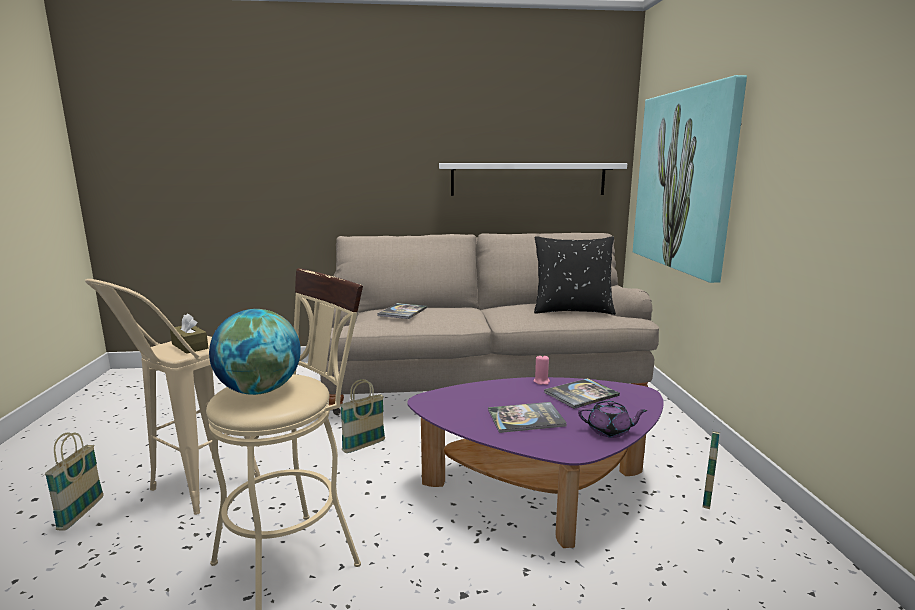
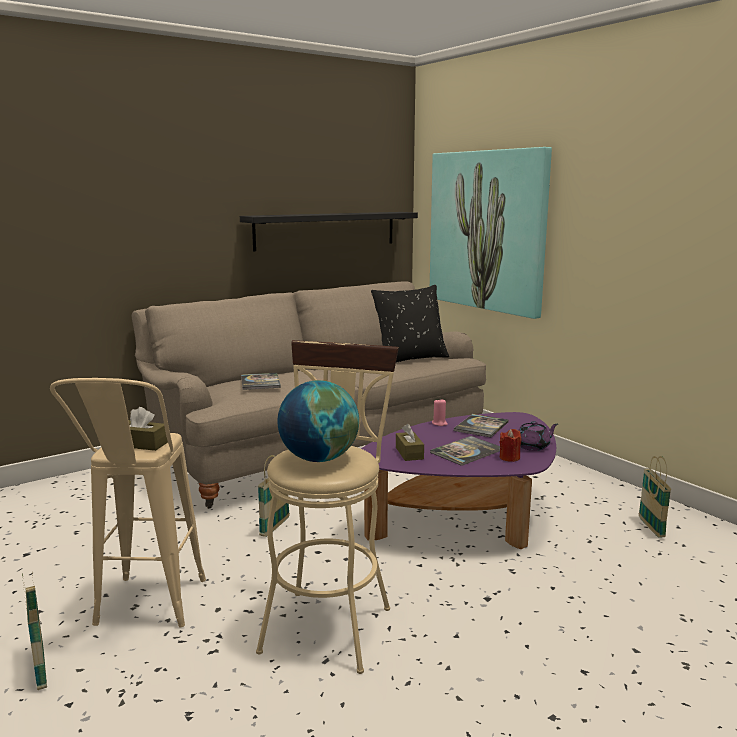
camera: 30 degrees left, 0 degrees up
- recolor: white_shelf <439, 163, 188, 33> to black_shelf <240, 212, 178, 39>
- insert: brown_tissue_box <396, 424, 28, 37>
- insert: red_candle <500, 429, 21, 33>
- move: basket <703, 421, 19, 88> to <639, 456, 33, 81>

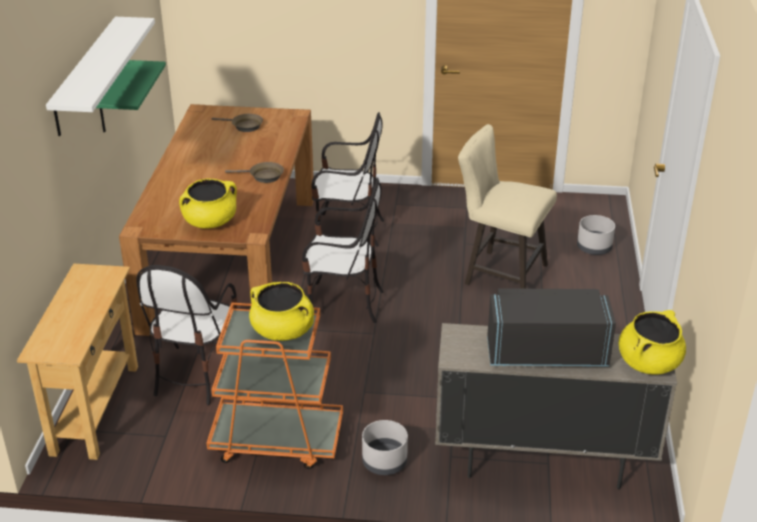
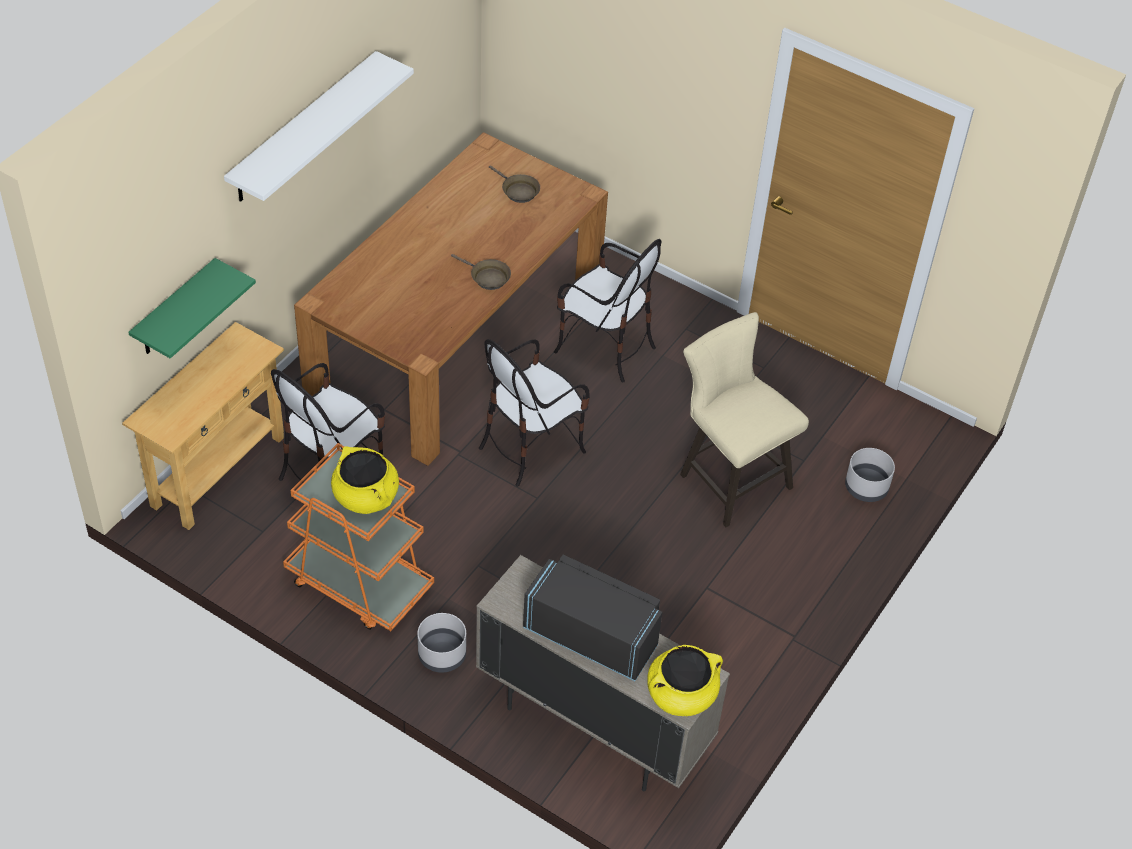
camera: 25 degrees right, 15 degrees up
- move: green_shelf <96, 60, 70, 73> to <128, 258, 128, 100>
- rotate: chair <302, 178, 82, 145> = <479, 339, 111, 148> 105 degrees clockwise
- delete: yellow_cooking_pot <179, 179, 58, 50>

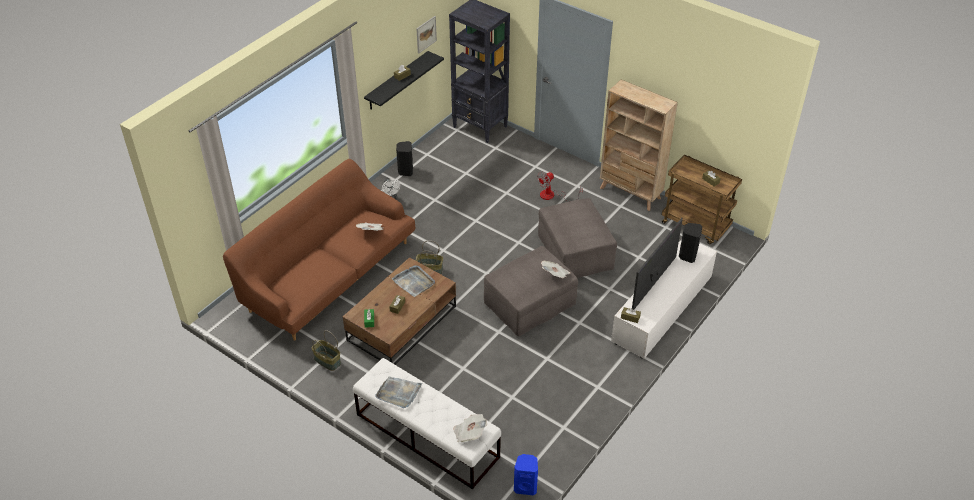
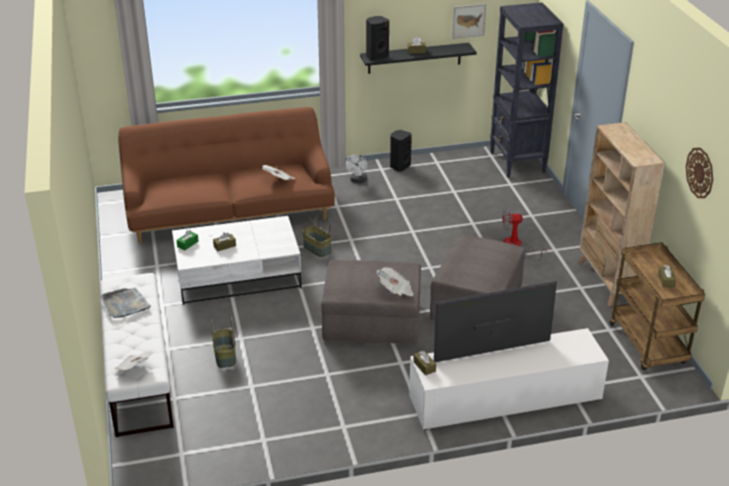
camera: 40 degrees right, 10 degrees down
- recolor: brown_coffee_table <343, 257, 113, 108> to white_coffee_table <172, 216, 130, 89>
- move: basket <311, 330, 30, 41> to <211, 317, 25, 51>
- move: black_speaker <679, 223, 23, 40> to <366, 16, 23, 44>
- insert: wall_clock <686, 148, 27, 50>
- delete: grey_tray <392, 265, 43, 32>
- delete: blue_speaker <514, 454, 24, 42>

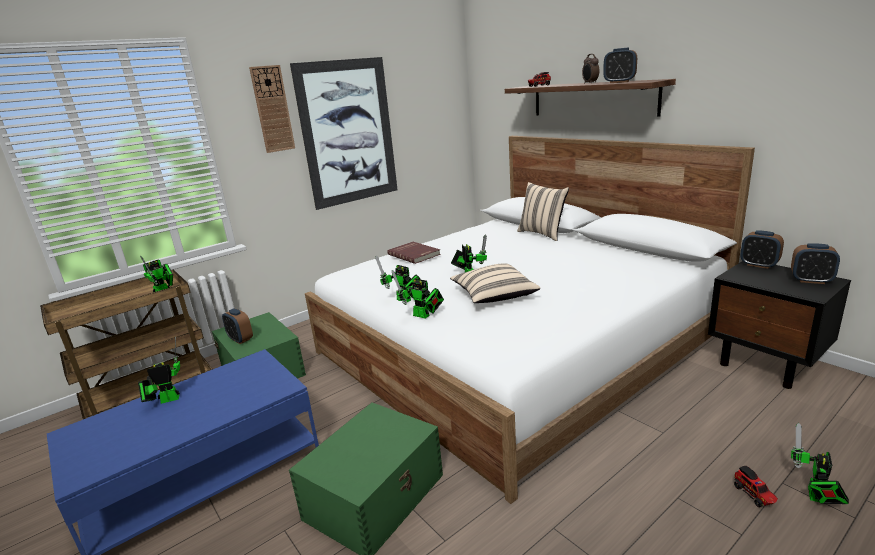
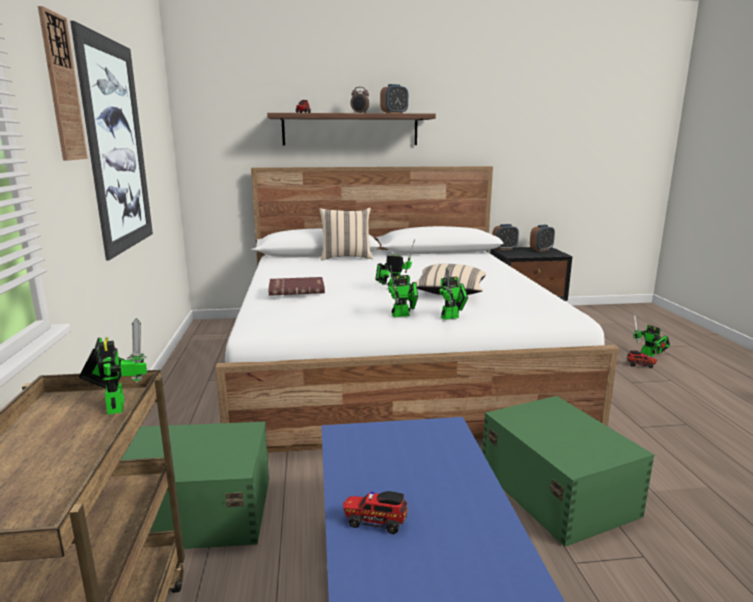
camera: 60 degrees left, 5 degrees down
- replace: toy_robot <138, 337, 42, 67> to toy_truck <343, 491, 65, 43>
- delete: alarm_clock <222, 308, 31, 36>

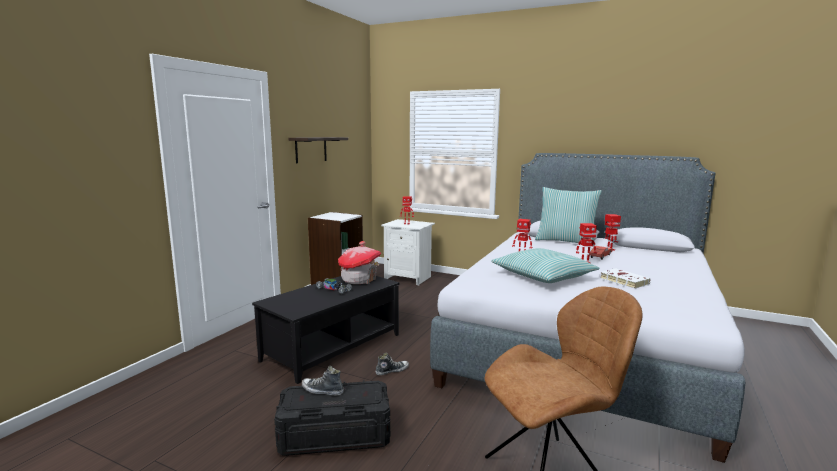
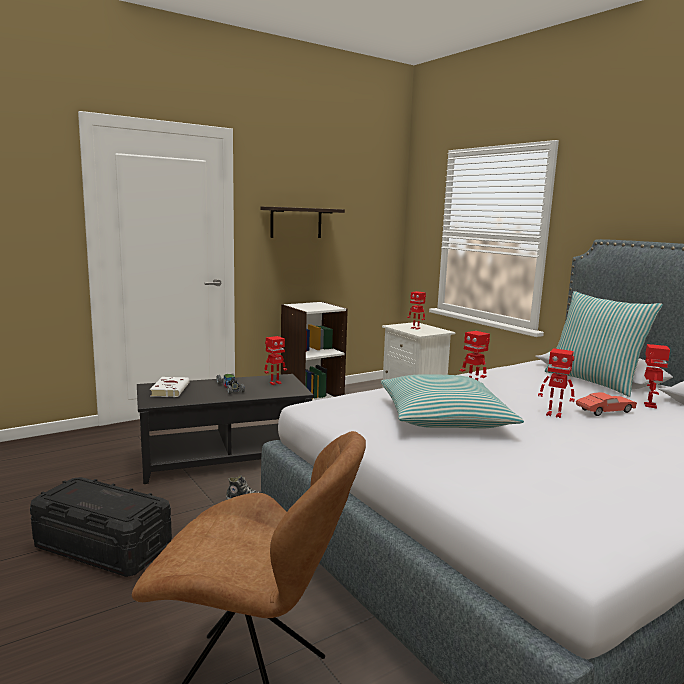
camera: 30 degrees right, 0 degrees up
- move: white_book <600, 268, 51, 21> to <150, 377, 40, 20>
- replace: toy_house <338, 241, 43, 43> to toy_robot <264, 336, 23, 49>
- delete: shoe <302, 366, 42, 30>

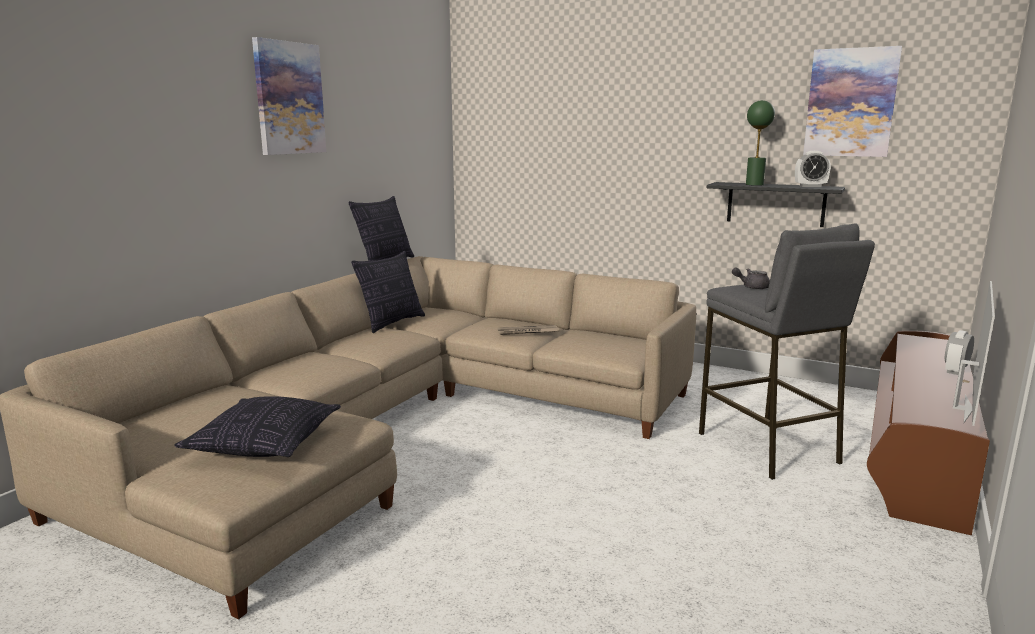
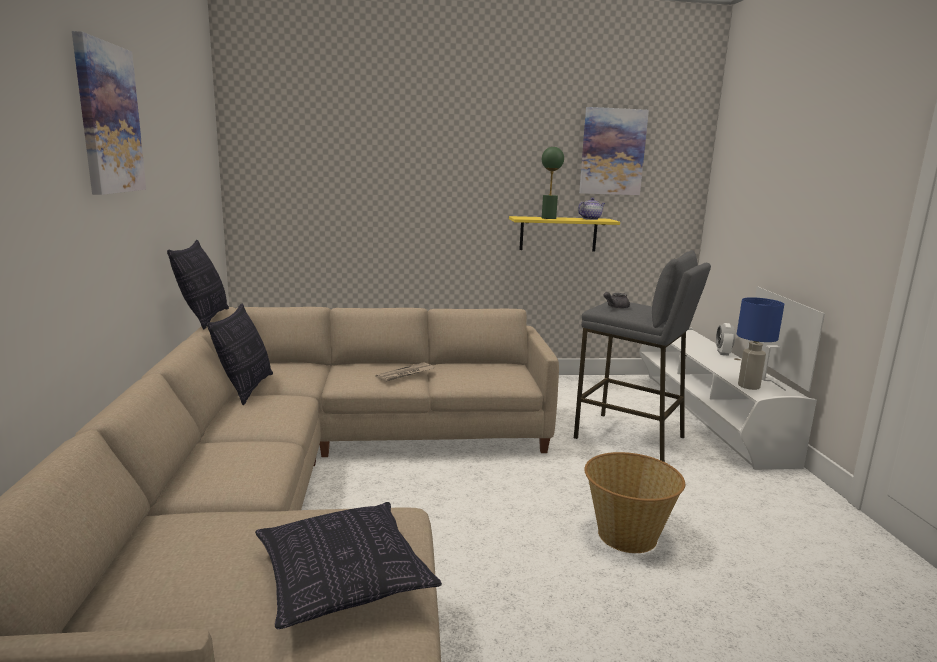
camera: 35 degrees left, 0 degrees up
- recolor: black_shelf <707, 182, 138, 45> to yellow_shelf <509, 216, 111, 36>
- replace: alarm_clock <795, 151, 36, 36> to teapot <578, 198, 27, 22>
- insert: basket <584, 452, 101, 101>
- recolor: brown_tv_stand <867, 331, 123, 204> to white_tv_stand <639, 327, 178, 143>
- insert: blue_table_lamp <737, 297, 47, 93>

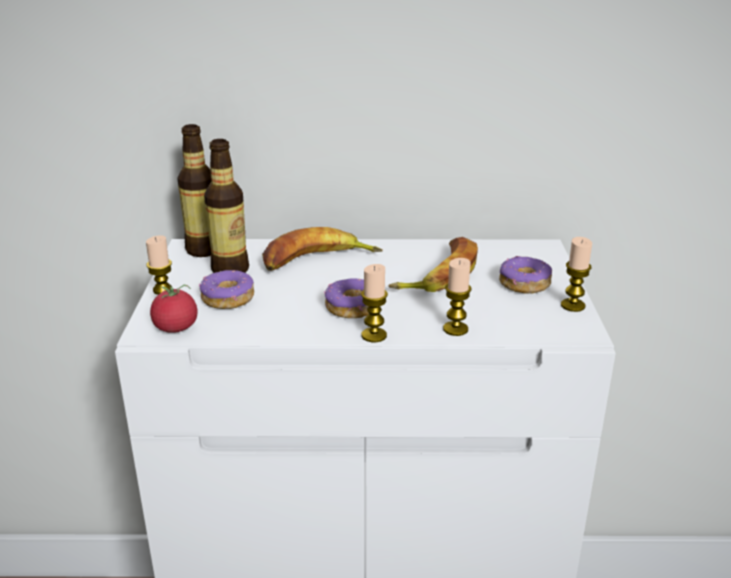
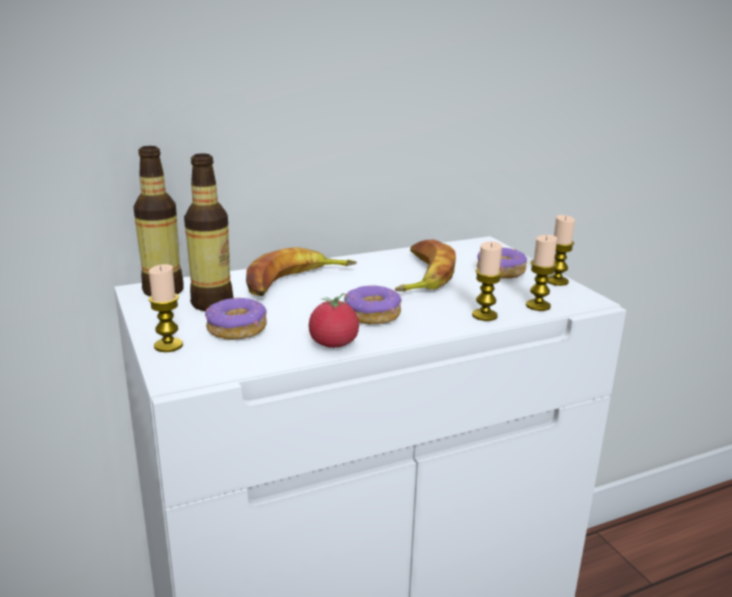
camera: 25 degrees left, 5 degrees down
- move: tomato <150, 285, 47, 48> to <309, 293, 50, 55>
- move: candle <361, 264, 27, 78> to <526, 235, 31, 76>

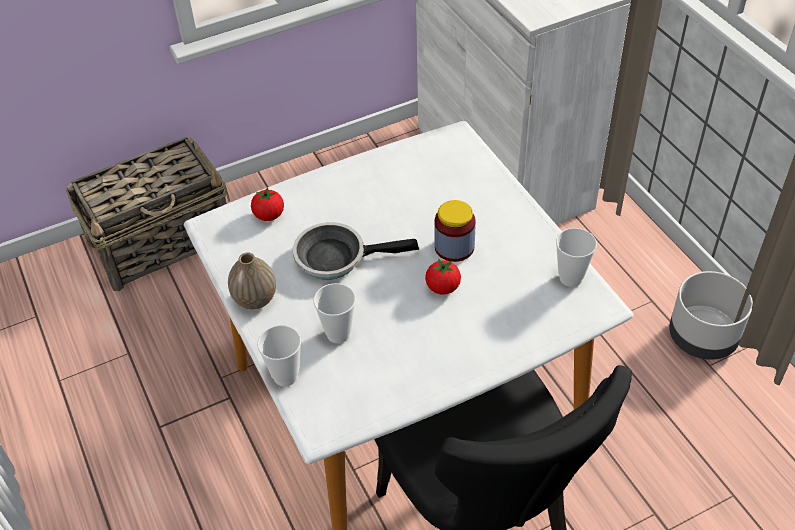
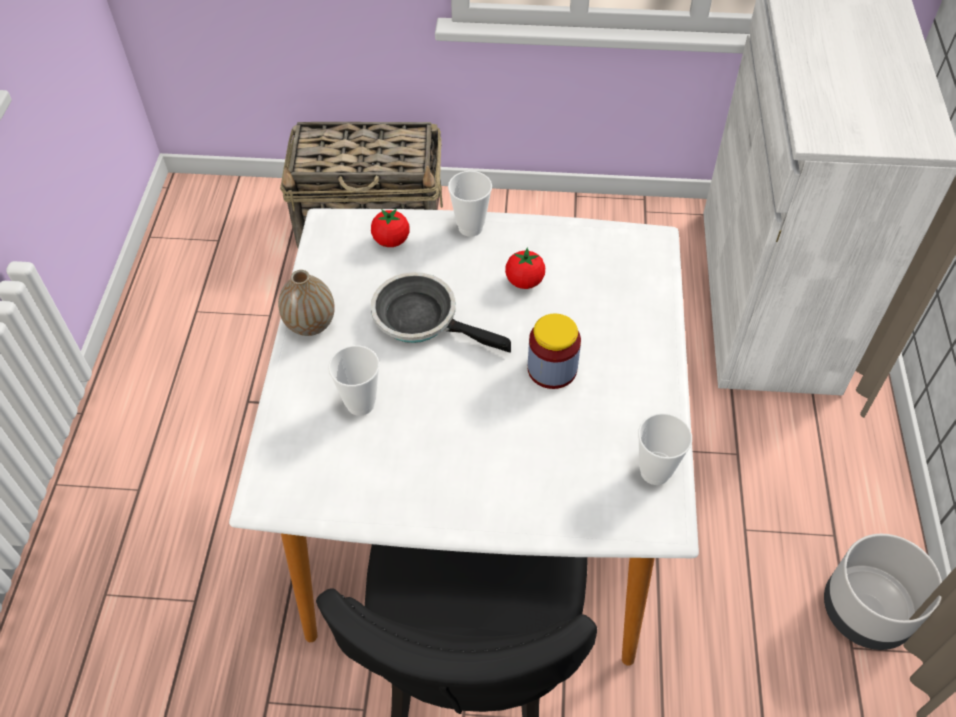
camera: 30 degrees right, 5 degrees up
- move: cup <257, 325, 44, 62> to <448, 171, 44, 66>
- move: tomato <425, 259, 36, 36> to <505, 247, 40, 42>

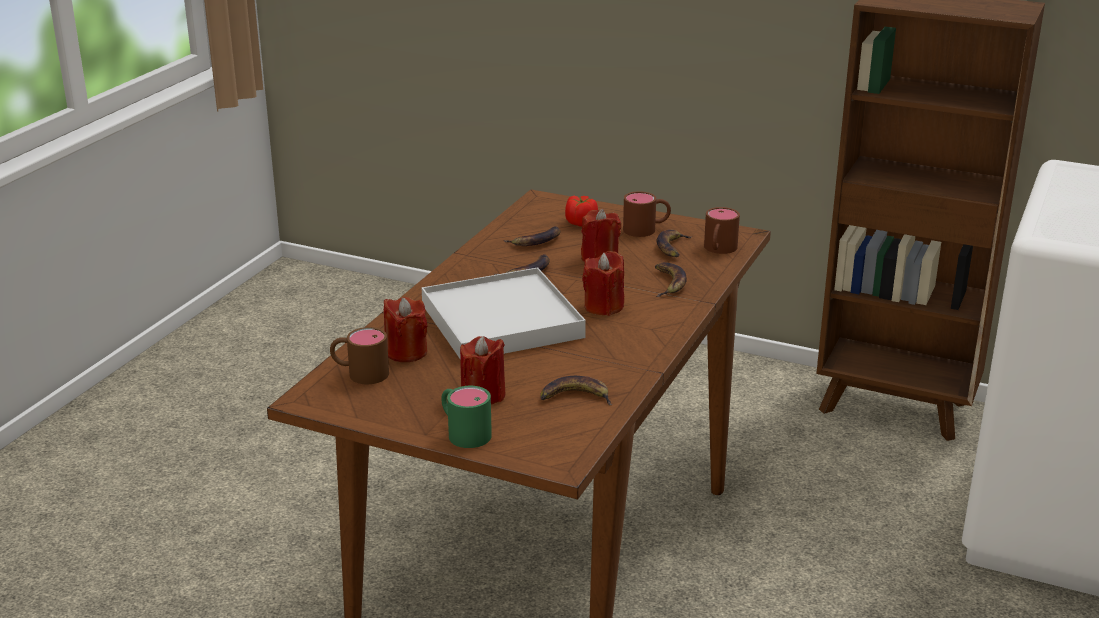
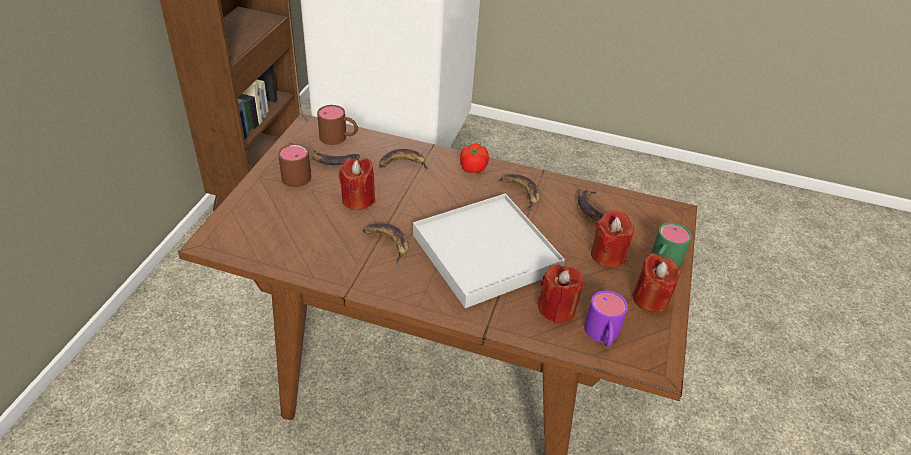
camera: 100 degrees left, 15 degrees up
- move: tomato <565, 196, 33, 31> to <460, 143, 29, 30>
- move: banana <504, 226, 56, 20> to <500, 174, 40, 37>
- recolor: brown_mug <330, 327, 59, 57> to purple_mug <584, 291, 44, 56>
- move: red_candle <582, 251, 42, 65> to <633, 253, 48, 60>

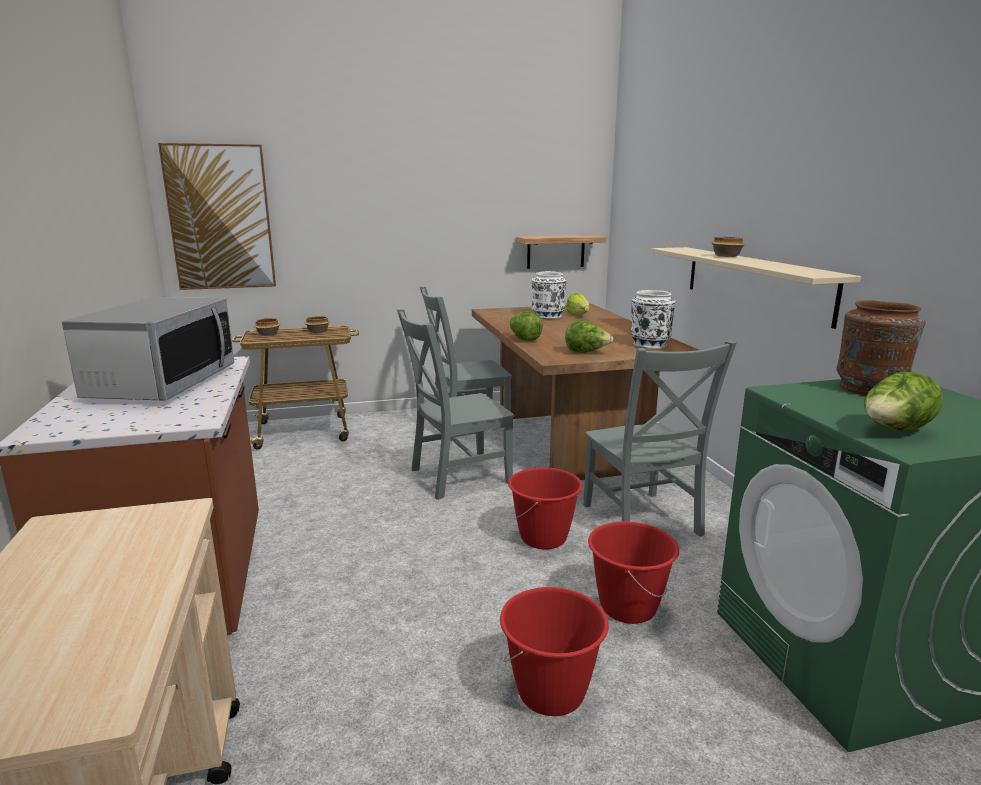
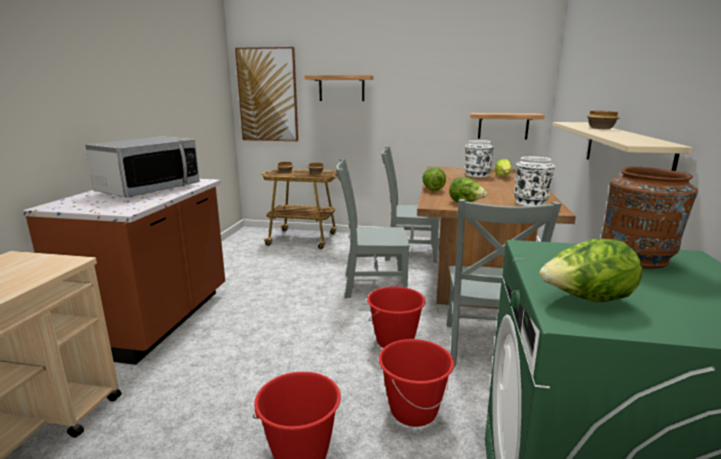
camera: 25 degrees right, 0 degrees up
- insert: shelf <304, 75, 69, 26>

